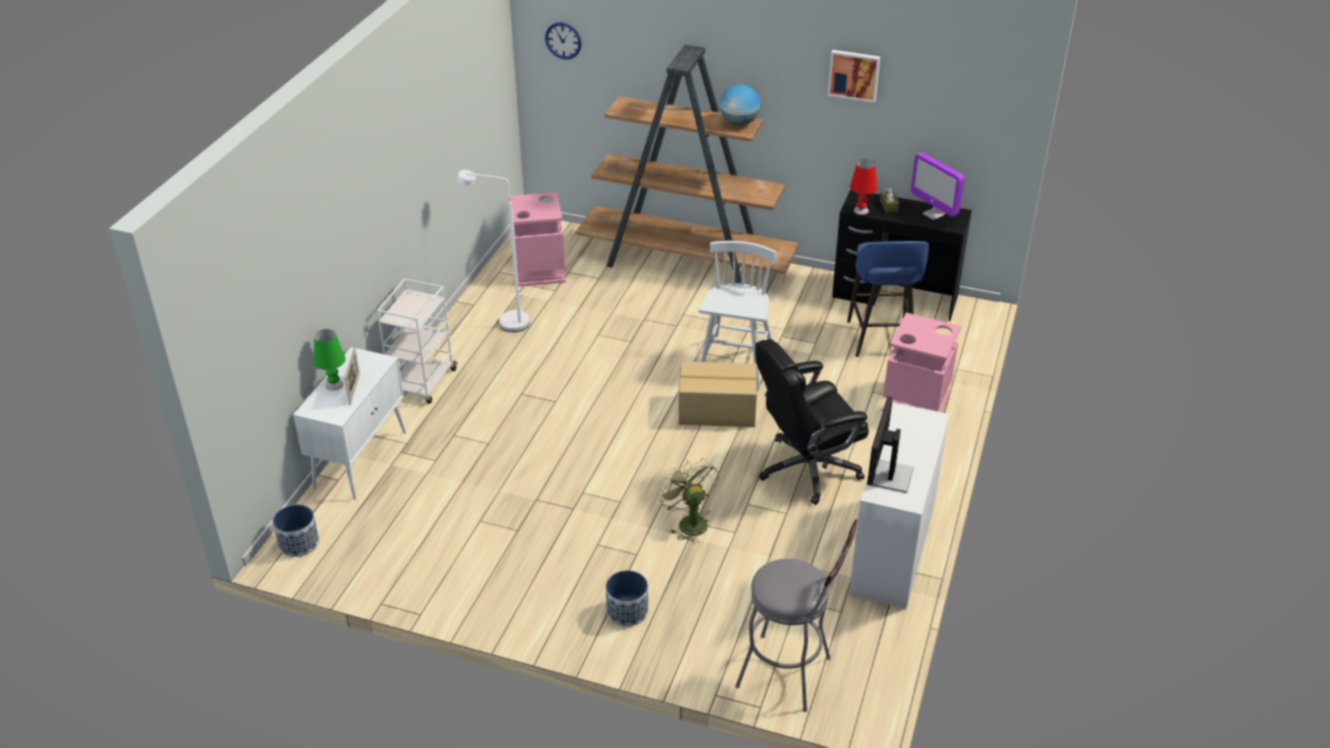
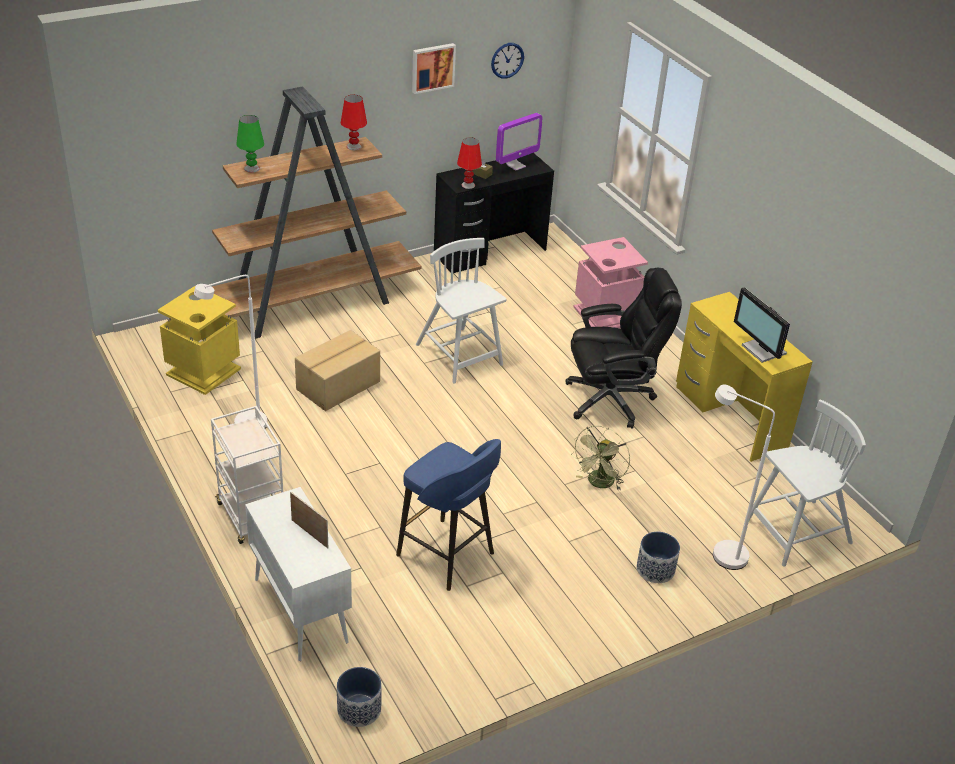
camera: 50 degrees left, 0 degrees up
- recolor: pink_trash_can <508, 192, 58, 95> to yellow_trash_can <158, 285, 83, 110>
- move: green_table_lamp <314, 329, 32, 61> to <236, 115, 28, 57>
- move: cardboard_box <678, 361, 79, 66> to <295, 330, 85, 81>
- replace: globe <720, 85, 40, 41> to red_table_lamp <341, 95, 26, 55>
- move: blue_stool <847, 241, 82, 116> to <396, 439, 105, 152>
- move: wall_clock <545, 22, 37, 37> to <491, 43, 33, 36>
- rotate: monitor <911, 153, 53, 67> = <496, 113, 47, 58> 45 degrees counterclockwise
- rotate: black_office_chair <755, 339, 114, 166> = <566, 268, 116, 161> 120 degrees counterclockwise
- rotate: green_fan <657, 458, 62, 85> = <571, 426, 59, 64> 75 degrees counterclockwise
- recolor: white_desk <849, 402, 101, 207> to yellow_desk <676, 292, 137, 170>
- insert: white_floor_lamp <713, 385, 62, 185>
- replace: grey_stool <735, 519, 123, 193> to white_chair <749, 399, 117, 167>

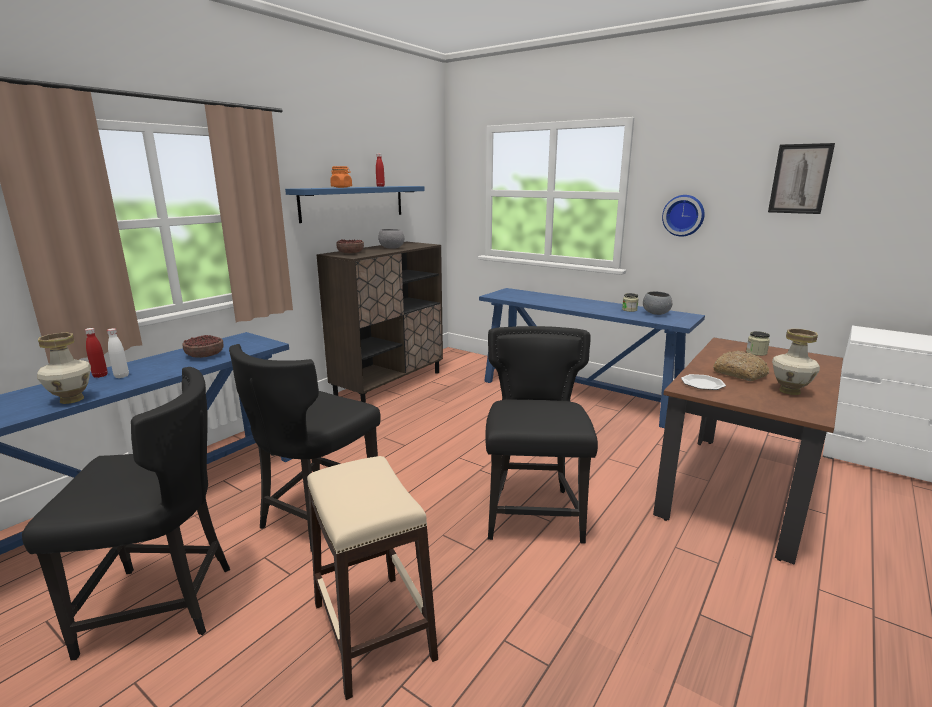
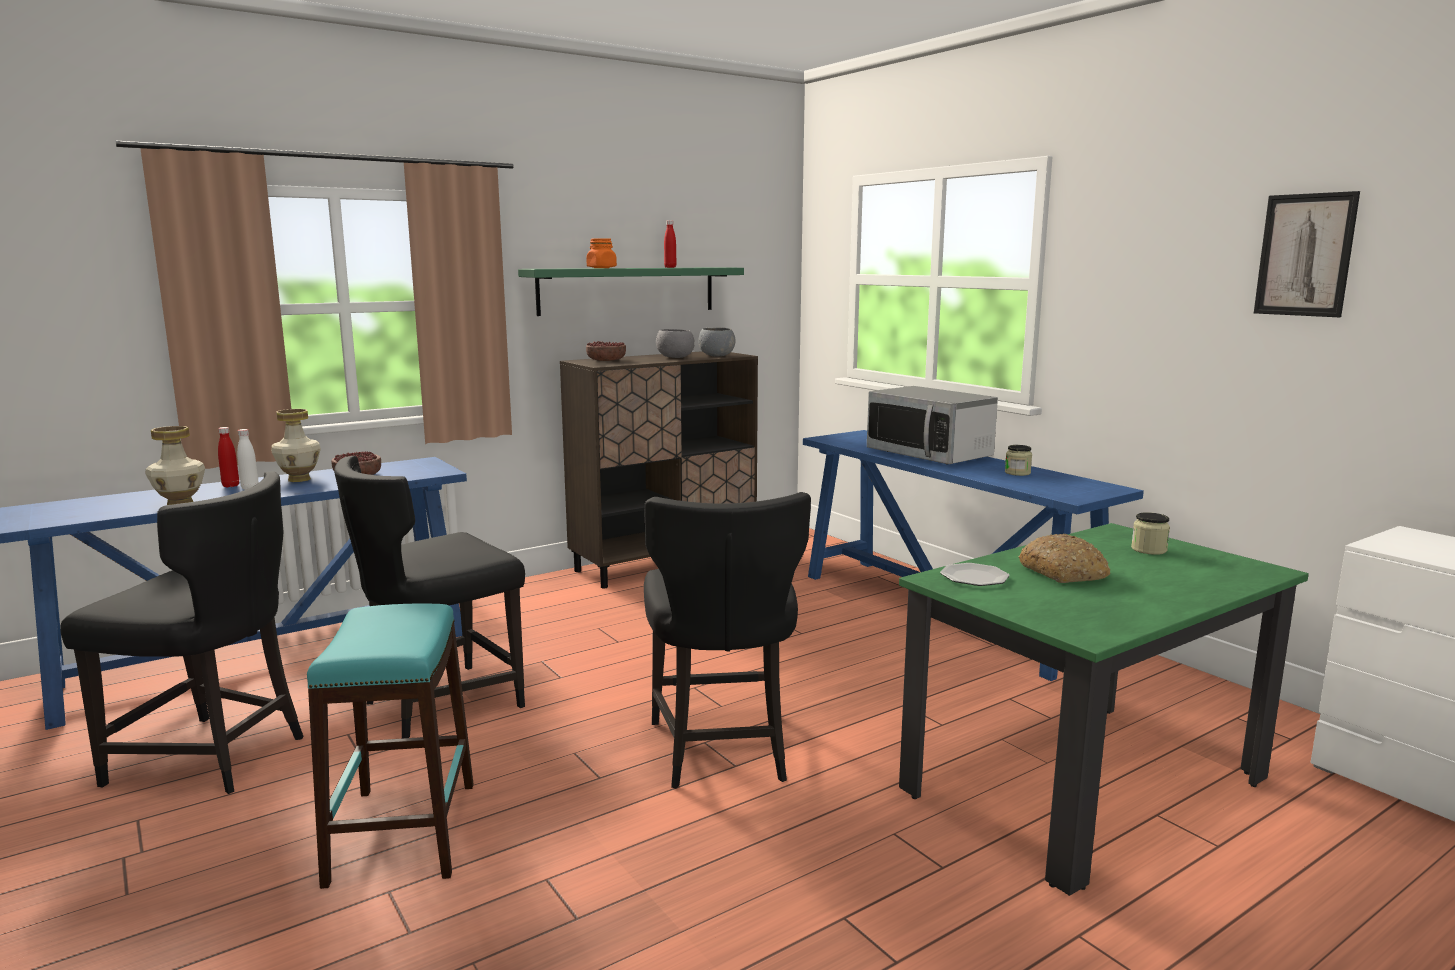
camera: 20 degrees right, 5 degrees down
- move: vase <772, 329, 48, 66> to <271, 409, 50, 73>
- recolor: beige_stool <307, 456, 131, 244> to turquoise_stool <307, 603, 166, 286>
- recolor: blue_shelf <285, 186, 140, 37> to green_shelf <518, 267, 226, 49>
- rotate: black_chair <485, 326, 113, 218> = <644, 492, 167, 297> 150 degrees clockwise
- move: grey_bowl <643, 291, 29, 24> to <698, 328, 38, 28>
- insert: microwave <867, 386, 131, 78>
- recolor: brown_dining_table <653, 338, 190, 227> to green_dining_table <899, 523, 410, 373>
- delete: wall_clock <662, 195, 43, 42>

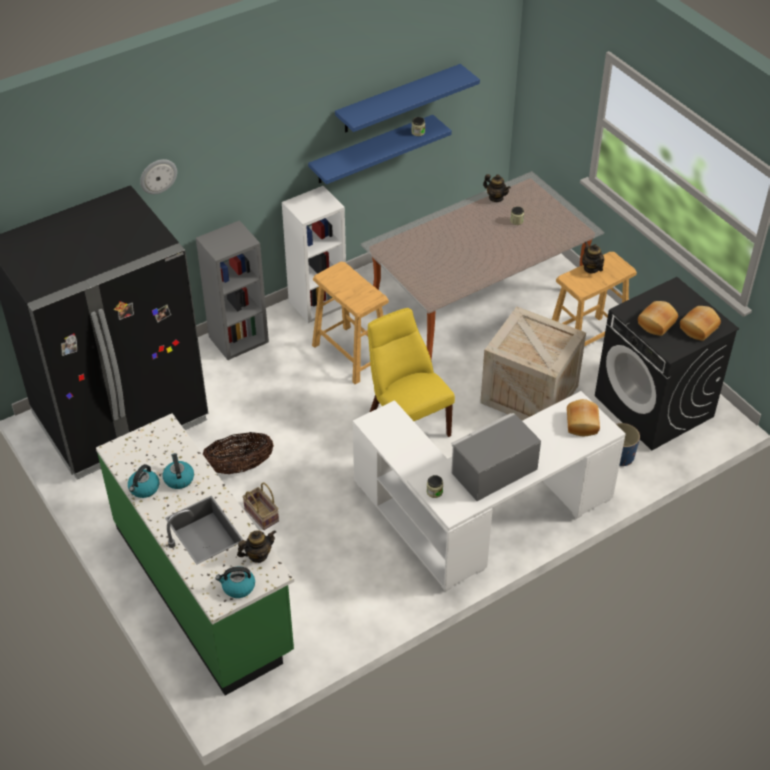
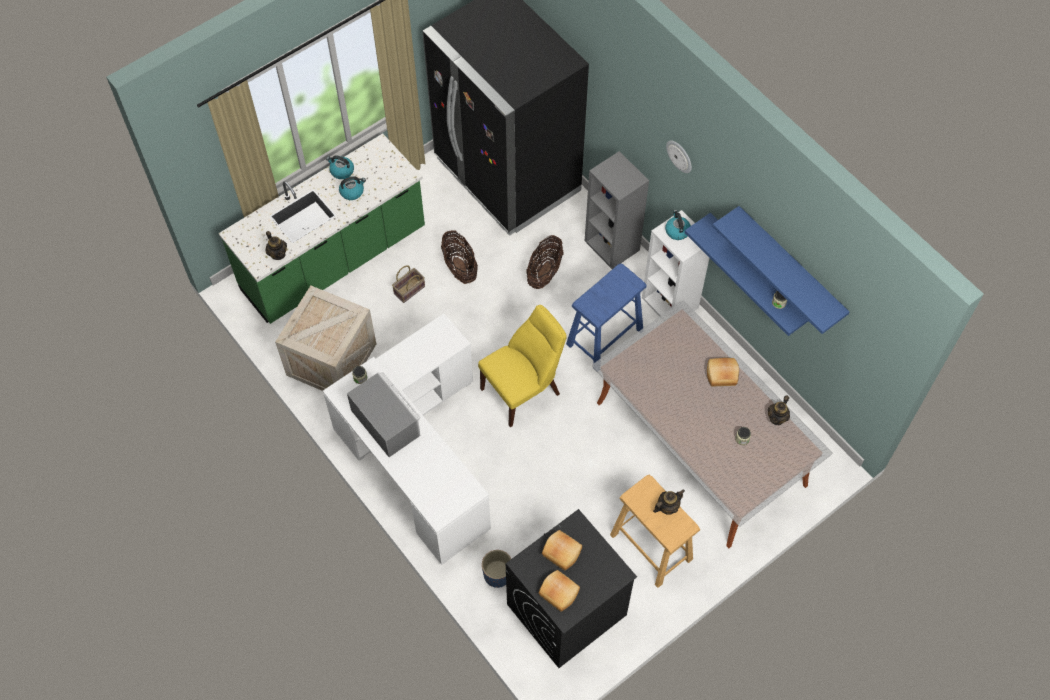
camera: 85 degrees right, 15 degrees up
- move: crate <480, 306, 106, 114> to <275, 285, 101, 106>
- insert: basket <526, 235, 38, 54>
- recolor: beige_stool <312, 262, 77, 122> to blue_stool <566, 264, 81, 105>
- move: kettle <215, 567, 40, 31> to <665, 210, 26, 30>
- move: wall_clock <140, 159, 37, 35> to <666, 140, 26, 33>
- move: bread <567, 399, 33, 37> to <707, 358, 32, 29>

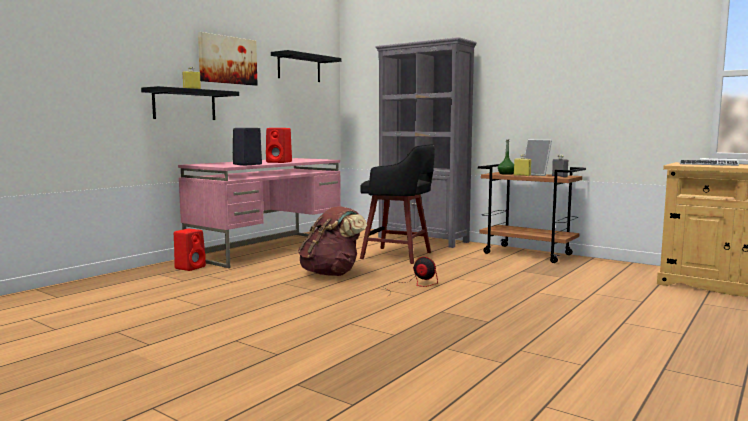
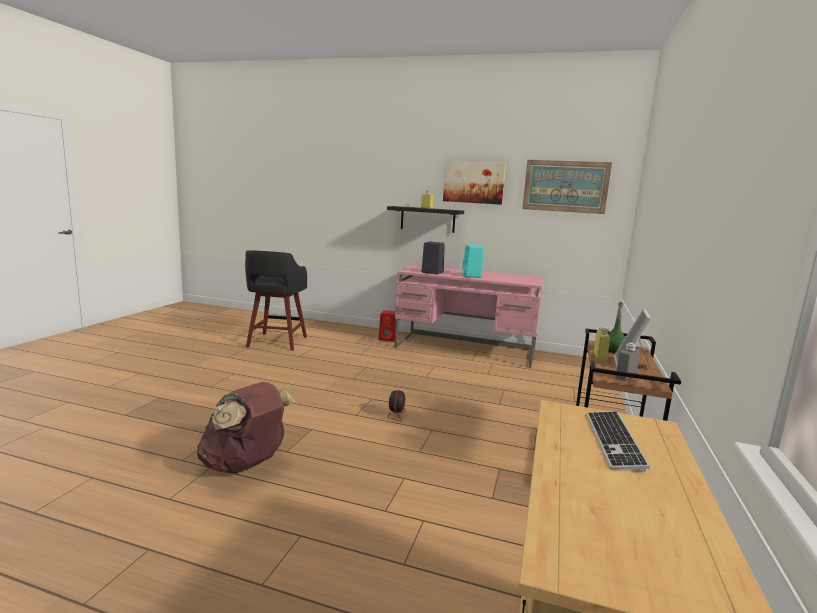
camera: 70 degrees right, 5 degrees up
- move: brown_backpack <298, 207, 69, 69> to <197, 382, 98, 91>
- move: black_stool <360, 144, 75, 120> to <245, 250, 62, 101>
- recolor: red_speaker <266, 128, 26, 35> to turquoise_speaker <462, 244, 22, 34>
- replace: black_shelf <271, 50, 70, 32> to picture <522, 160, 90, 54>
- delete: grey_bookcase <375, 37, 102, 211>

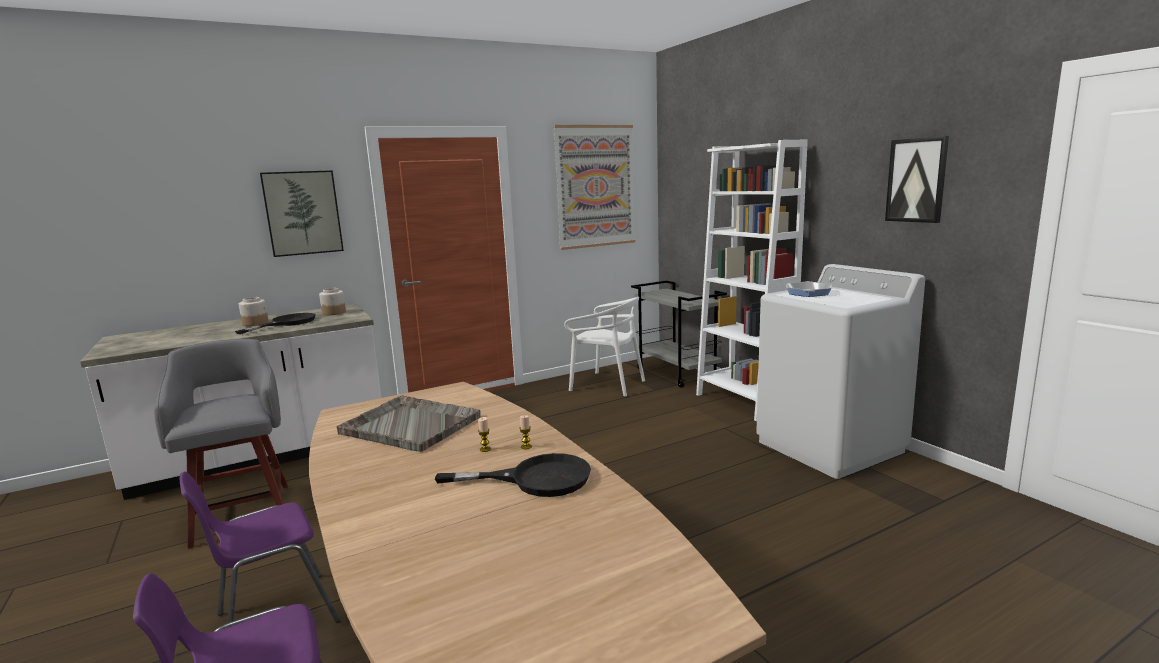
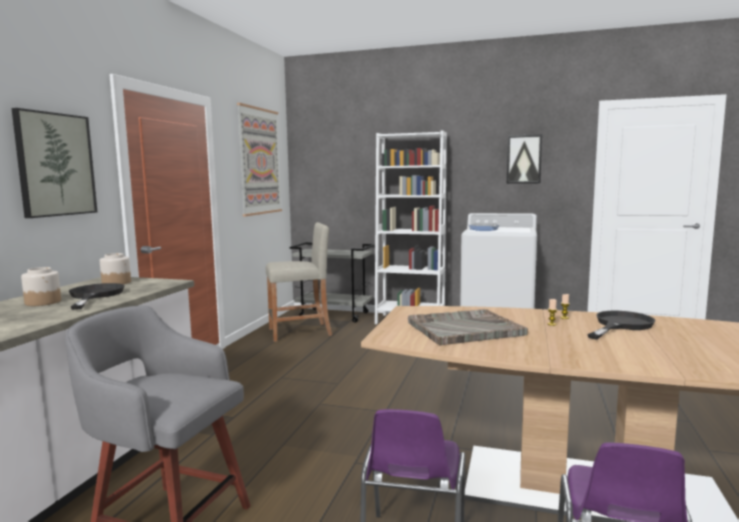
camera: 45 degrees left, 5 degrees down
- replace: white_chair <564, 297, 81, 100> to beige_stool <266, 222, 66, 120>

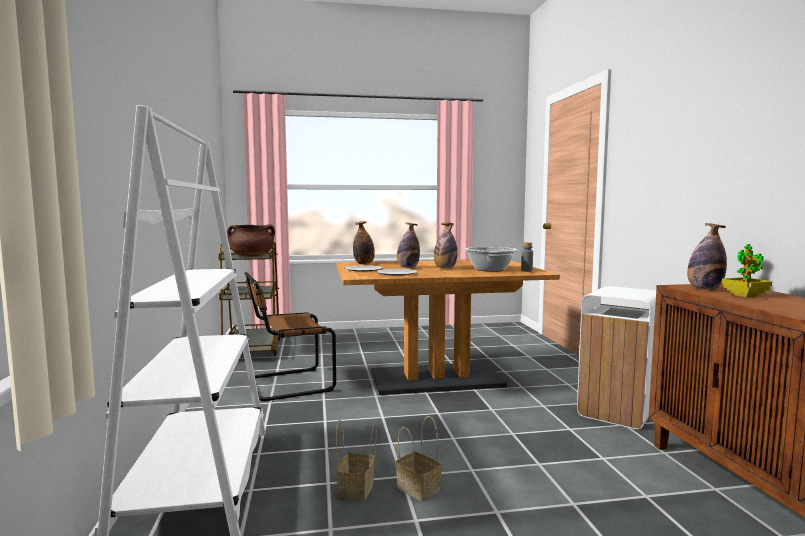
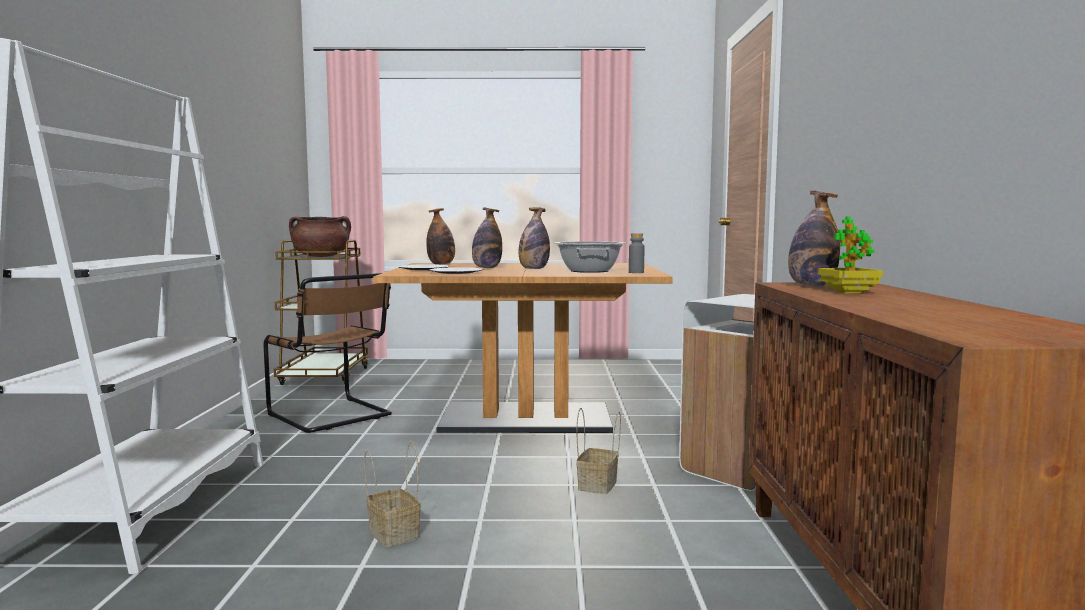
camera: 10 degrees right, 0 degrees up
- rotate: brown_chair <244, 272, 92, 129> = <264, 273, 128, 160> 120 degrees counterclockwise
- move: basket <336, 420, 40, 81> to <577, 408, 44, 86>

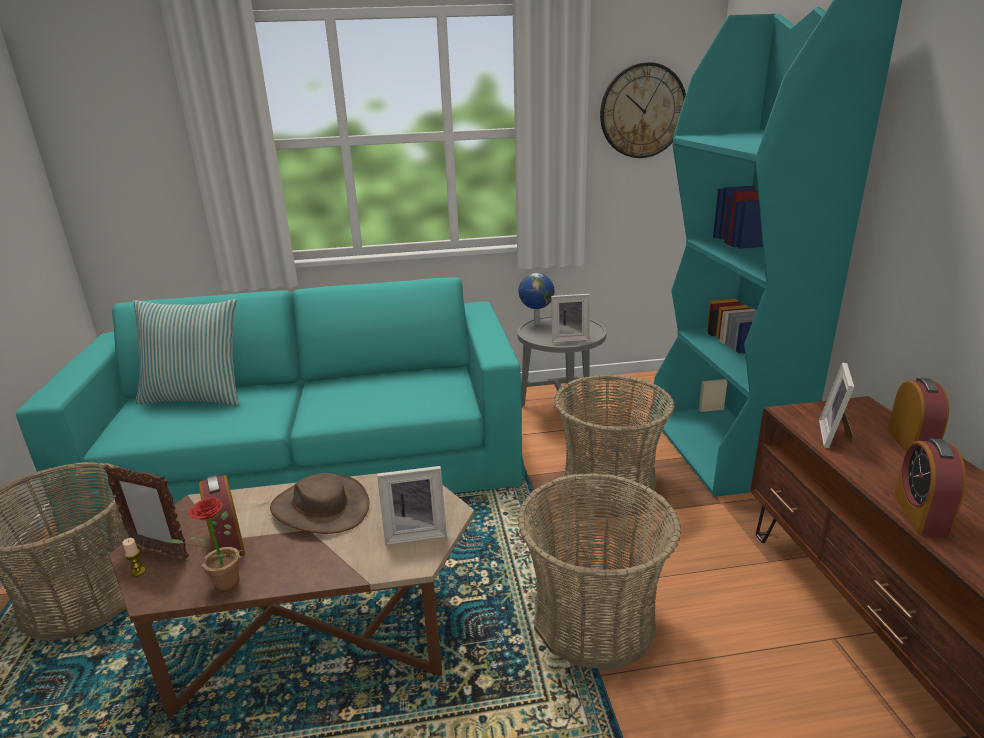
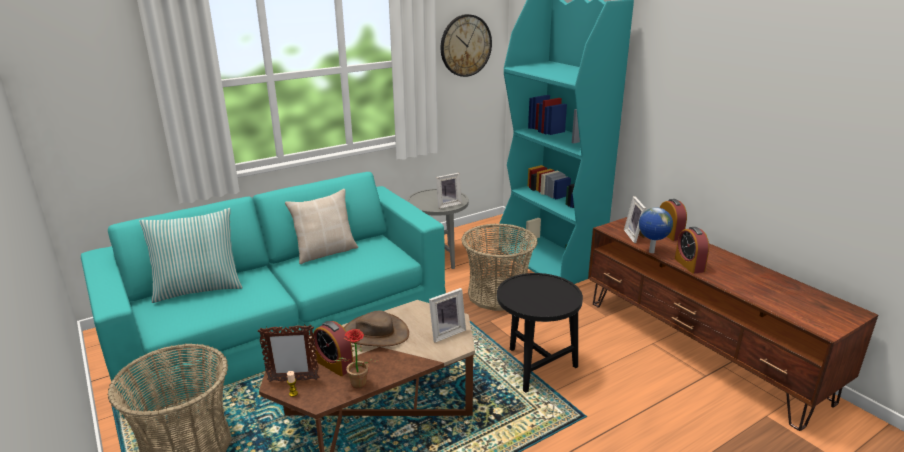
camera: 25 degrees left, 0 degrees up
- insert: beige_pillow <285, 189, 73, 75>
- replace: basket <517, 473, 164, 197> to black_side_table <497, 273, 86, 120>
- move: globe <518, 273, 37, 52> to <639, 207, 34, 46>

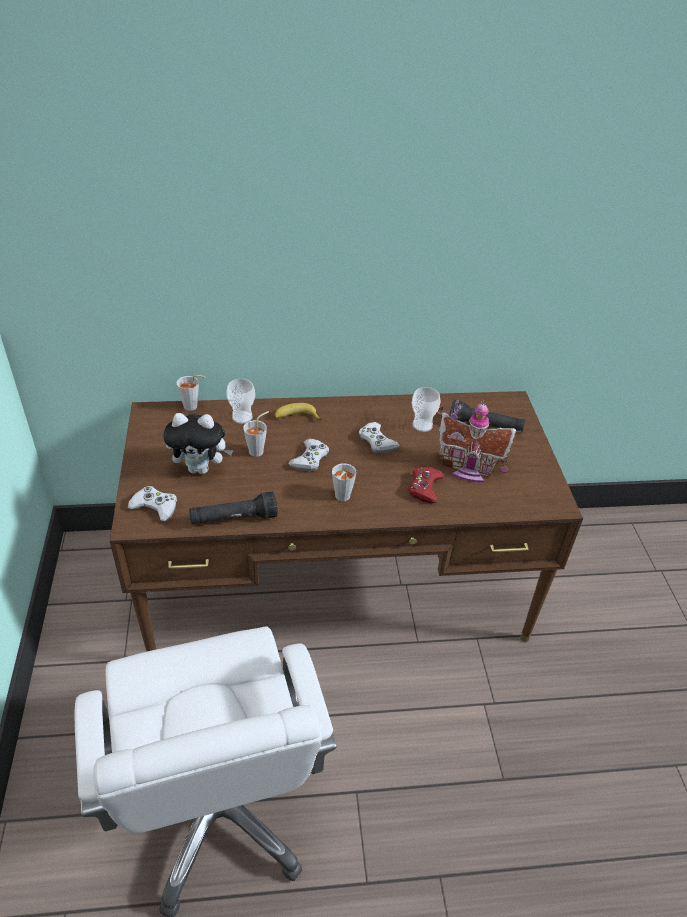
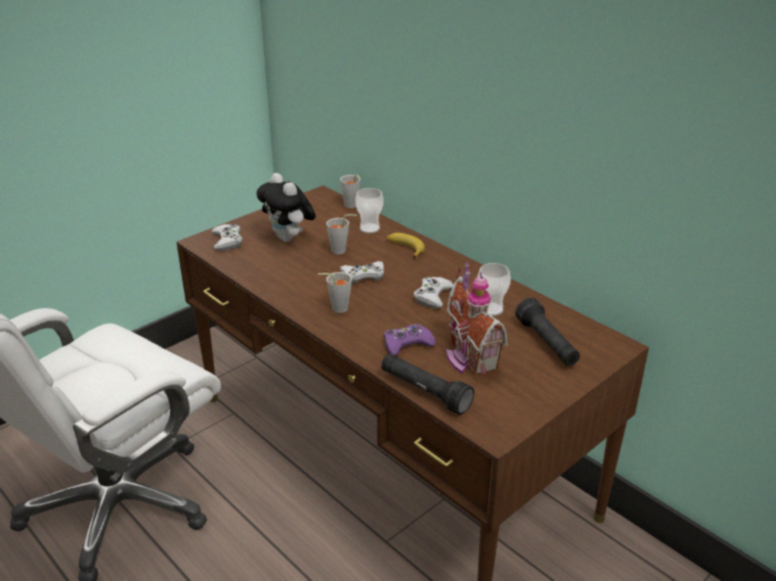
camera: 55 degrees right, 10 degrees down
- move: black_flashlight <189, 491, 89, 33> to <381, 354, 93, 61>
- recolor: red_game_controller <408, 467, 35, 37> to purple_game_controller <384, 324, 52, 32>

